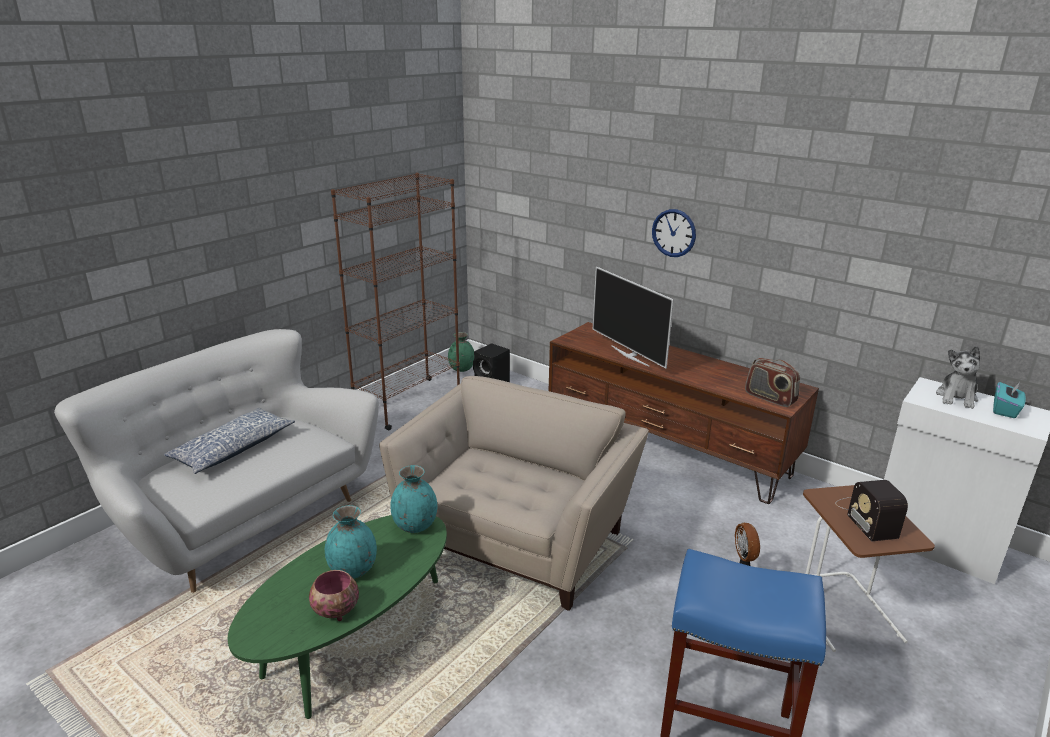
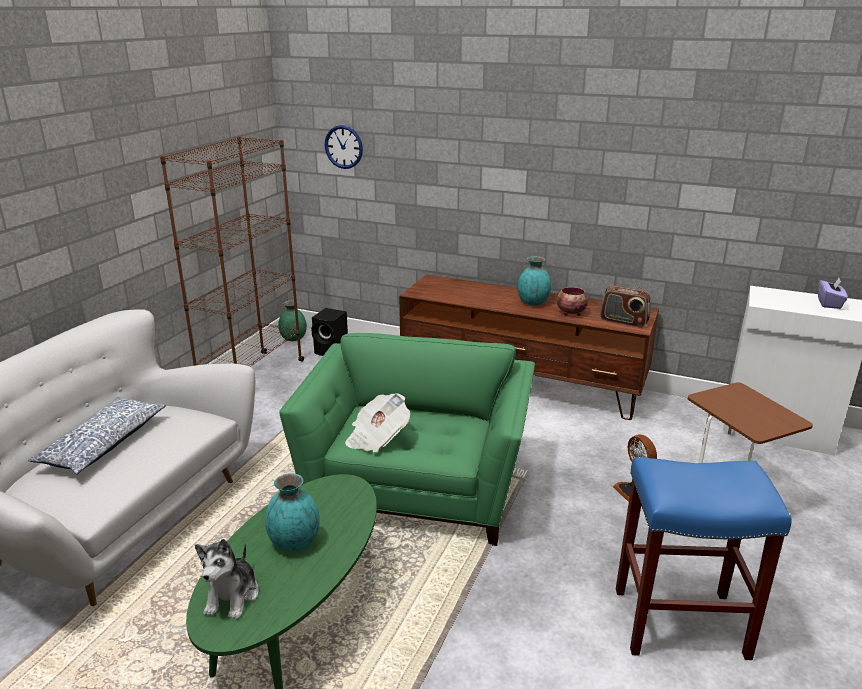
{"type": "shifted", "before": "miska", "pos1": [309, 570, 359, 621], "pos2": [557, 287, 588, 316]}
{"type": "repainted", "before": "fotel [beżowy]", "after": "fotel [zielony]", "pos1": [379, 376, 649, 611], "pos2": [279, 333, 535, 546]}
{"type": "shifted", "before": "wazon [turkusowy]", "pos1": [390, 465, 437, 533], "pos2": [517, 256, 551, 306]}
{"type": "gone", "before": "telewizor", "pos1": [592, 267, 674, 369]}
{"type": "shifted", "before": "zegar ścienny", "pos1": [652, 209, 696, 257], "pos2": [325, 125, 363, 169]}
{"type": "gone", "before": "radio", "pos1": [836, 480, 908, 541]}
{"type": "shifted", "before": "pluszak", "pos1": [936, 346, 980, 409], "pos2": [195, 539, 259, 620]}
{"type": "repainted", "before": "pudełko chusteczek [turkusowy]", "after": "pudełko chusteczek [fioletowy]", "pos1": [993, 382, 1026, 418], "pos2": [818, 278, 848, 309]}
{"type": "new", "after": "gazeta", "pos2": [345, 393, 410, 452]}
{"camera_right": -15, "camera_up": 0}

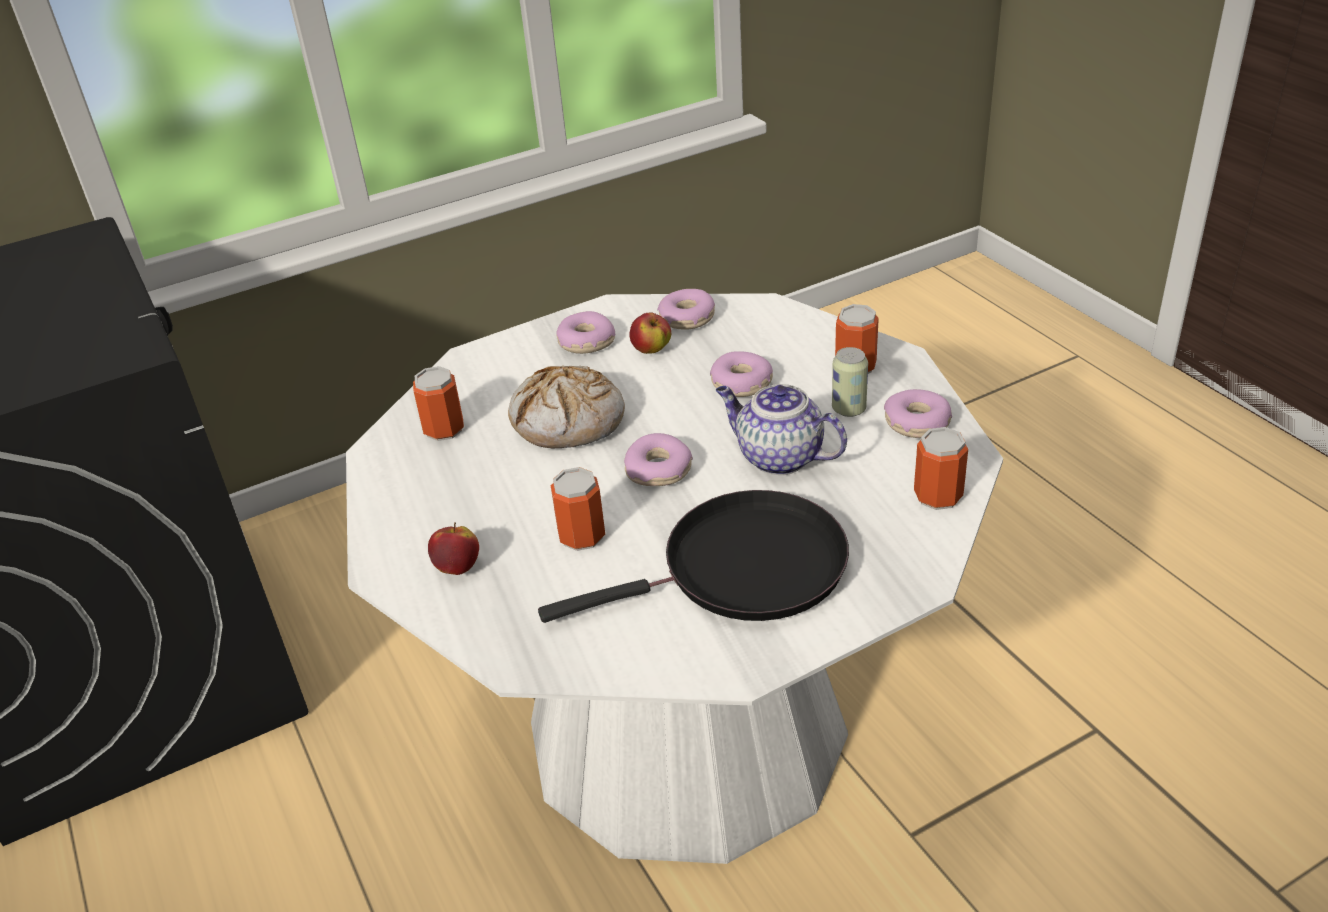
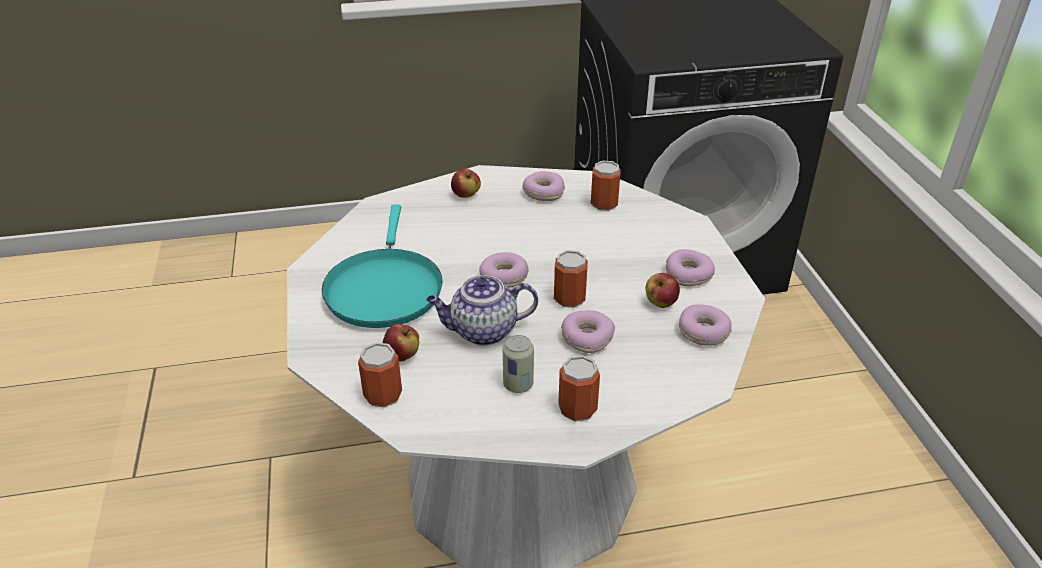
{"type": "gone", "before": "chleb", "pos1": [508, 365, 625, 448]}
{"type": "repainted", "before": "patelnia [czarny]", "after": "patelnia [turkusowy]", "pos1": [538, 490, 849, 623], "pos2": [322, 205, 443, 328]}
{"type": "shifted", "before": "puszka", "pos1": [551, 467, 605, 551], "pos2": [554, 250, 588, 308]}
{"type": "rotated", "before": "imbryk", "pos1": [716, 384, 847, 475], "pos2": [426, 275, 538, 346], "turn": -150}
{"type": "shifted", "before": "donut", "pos1": [884, 389, 952, 438], "pos2": [522, 171, 565, 201]}
{"type": "new", "after": "jabłko", "pos2": [383, 324, 419, 362]}
{"camera_right": 105, "camera_up": 0}

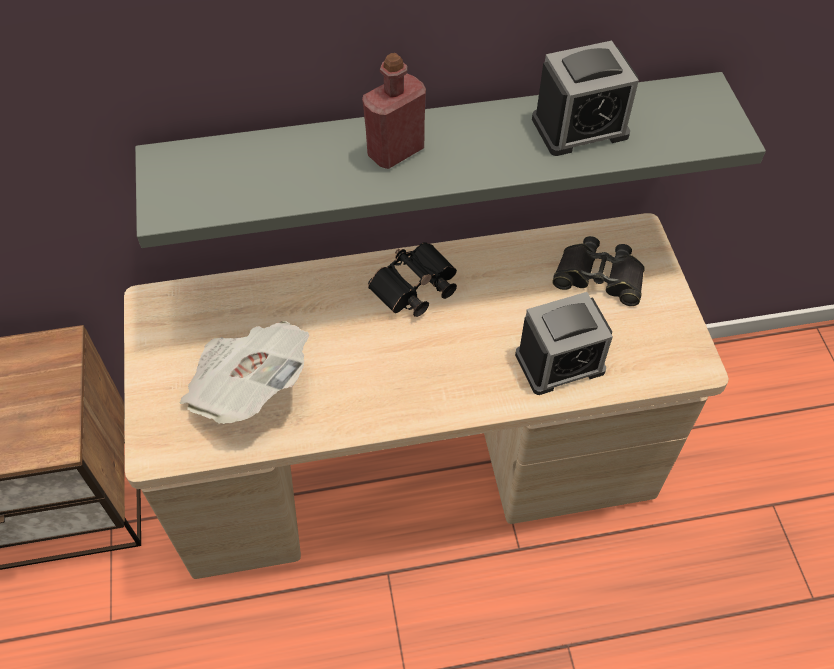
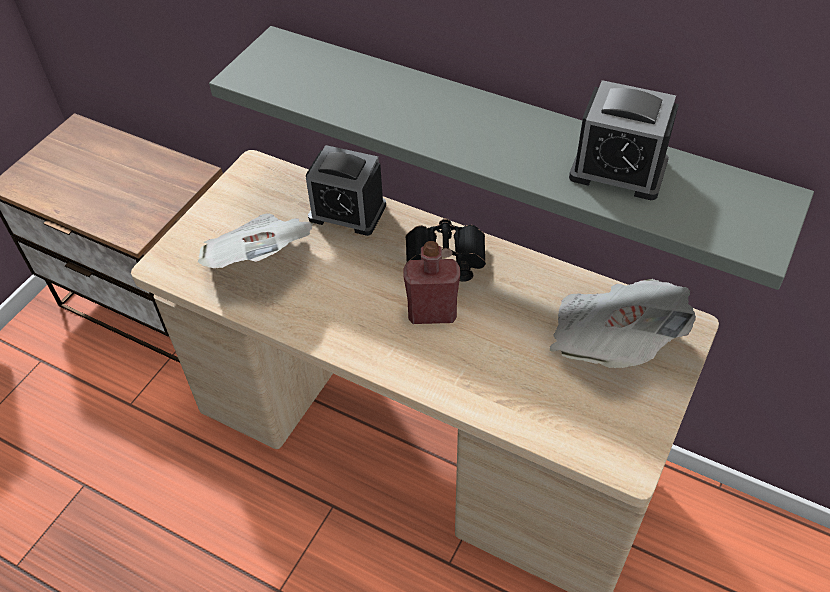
{"type": "shifted", "before": "butelka [czerwony]", "pos1": [362, 53, 426, 169], "pos2": [403, 241, 460, 324]}
{"type": "shifted", "before": "budzik", "pos1": [515, 292, 613, 395], "pos2": [306, 145, 386, 236]}
{"type": "swapped", "before": "lornetka [czarny]", "after": "gazeta", "pos1": [552, 236, 645, 306], "pos2": [549, 279, 696, 368]}
{"camera_right": 40, "camera_up": -5}

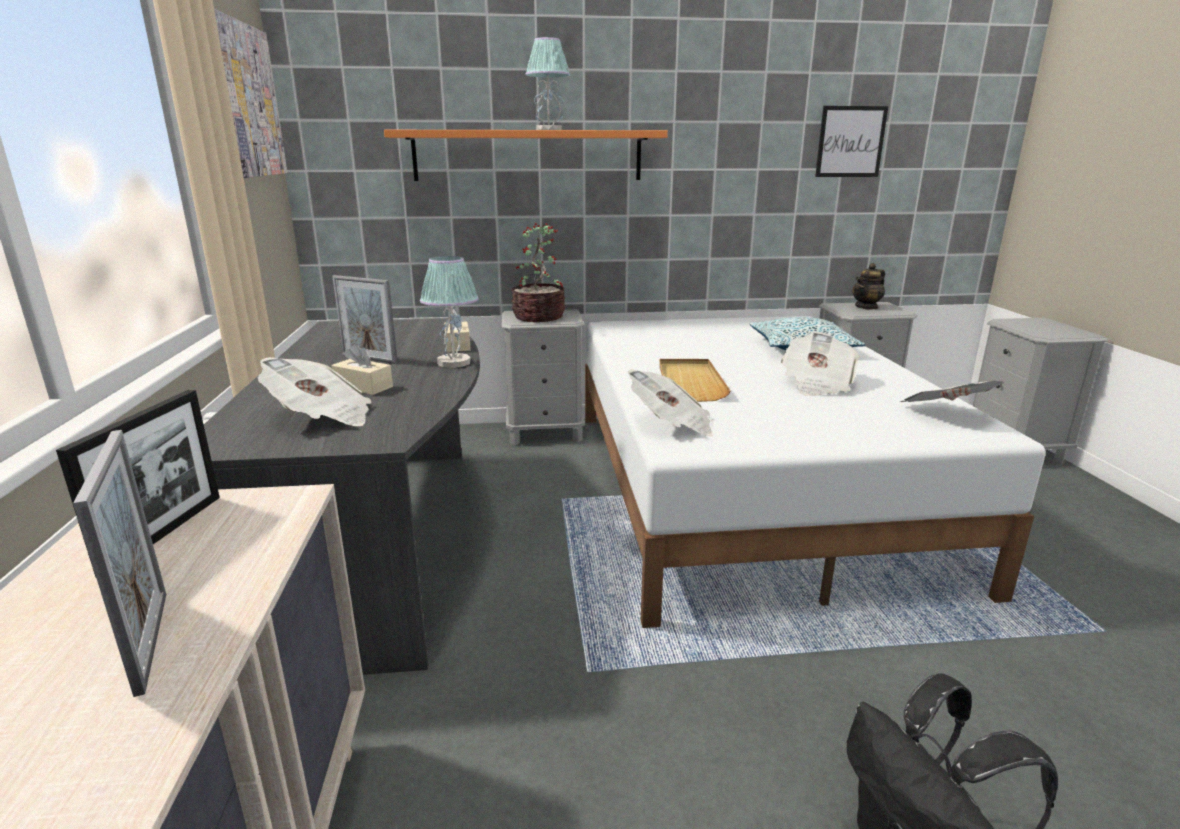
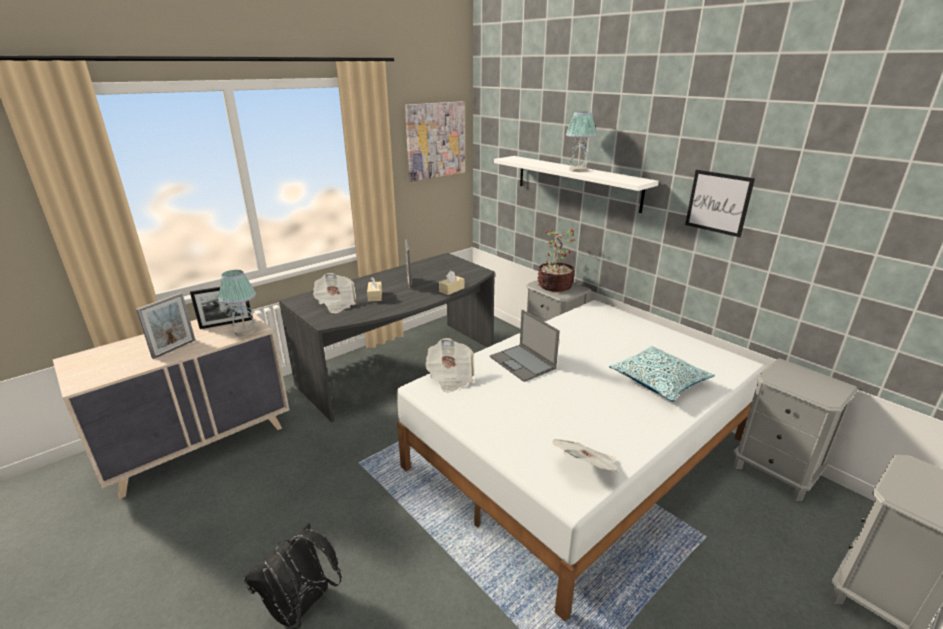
{"type": "repainted", "before": "półka [pomarańczowy]", "after": "półka [biały]", "pos1": [384, 130, 668, 181], "pos2": [494, 156, 659, 213]}
{"type": "shifted", "before": "lampa stołowa", "pos1": [420, 256, 479, 368], "pos2": [218, 270, 256, 336]}
{"type": "swapped", "before": "taca [beżowy]", "after": "laptop", "pos1": [659, 359, 731, 402], "pos2": [490, 310, 560, 382]}
{"type": "gone", "before": "gazeta", "pos1": [781, 332, 859, 396]}
{"type": "shifted", "before": "obraz", "pos1": [815, 106, 888, 177], "pos2": [685, 170, 755, 237]}
{"type": "gone", "before": "imbryk", "pos1": [853, 263, 885, 310]}
{"camera_right": 55, "camera_up": 5}

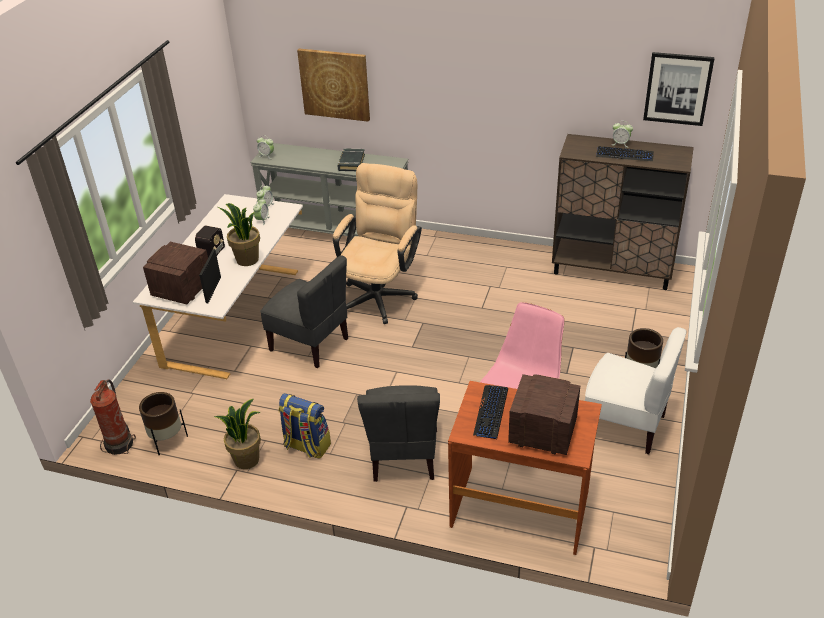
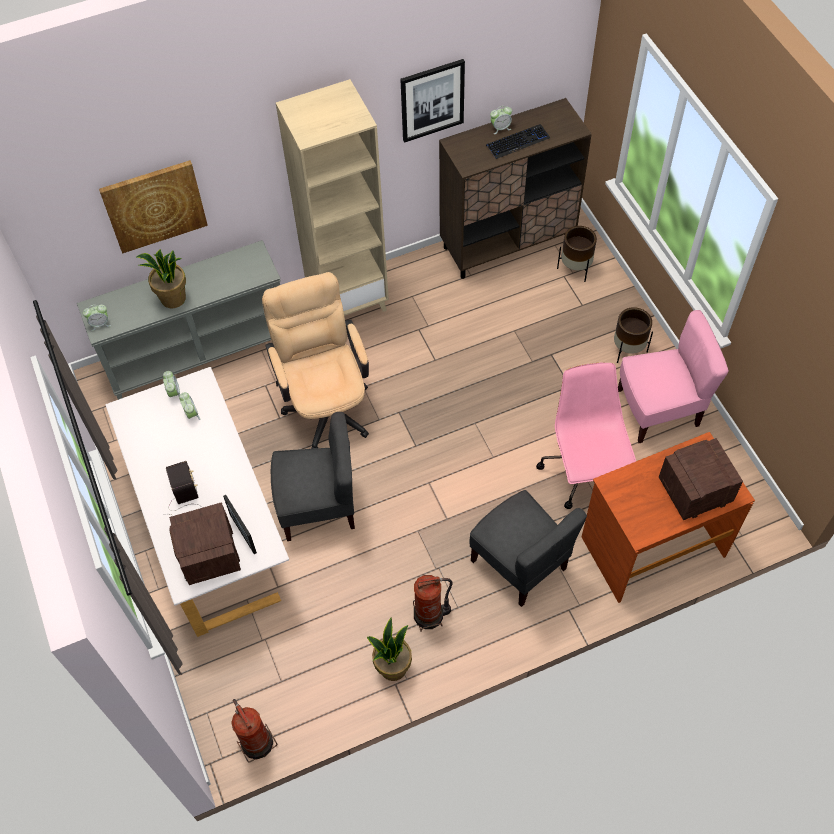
{"type": "shifted", "before": "donica [brązowy]", "pos1": [139, 392, 188, 456], "pos2": [557, 226, 597, 282]}
{"type": "shifted", "before": "roślina doniczkowa", "pos1": [218, 203, 260, 266], "pos2": [137, 249, 186, 308]}
{"type": "swapped", "before": "plecak", "after": "gaśnica", "pos1": [278, 393, 331, 459], "pos2": [413, 575, 452, 632]}
{"type": "gone", "before": "książka [czarny]", "pos1": [338, 148, 365, 171]}
{"type": "gone", "before": "klawiatura", "pos1": [473, 385, 508, 440]}
{"type": "repainted", "before": "krzesło [biały]", "after": "krzesło [różowy]", "pos1": [585, 327, 687, 454], "pos2": [618, 310, 729, 443]}
{"type": "shifted", "before": "obraz", "pos1": [643, 52, 715, 126], "pos2": [400, 59, 465, 143]}
{"type": "new", "after": "regał [beżowy]", "pos2": [276, 79, 389, 316]}
{"camera_right": -40, "camera_up": 20}

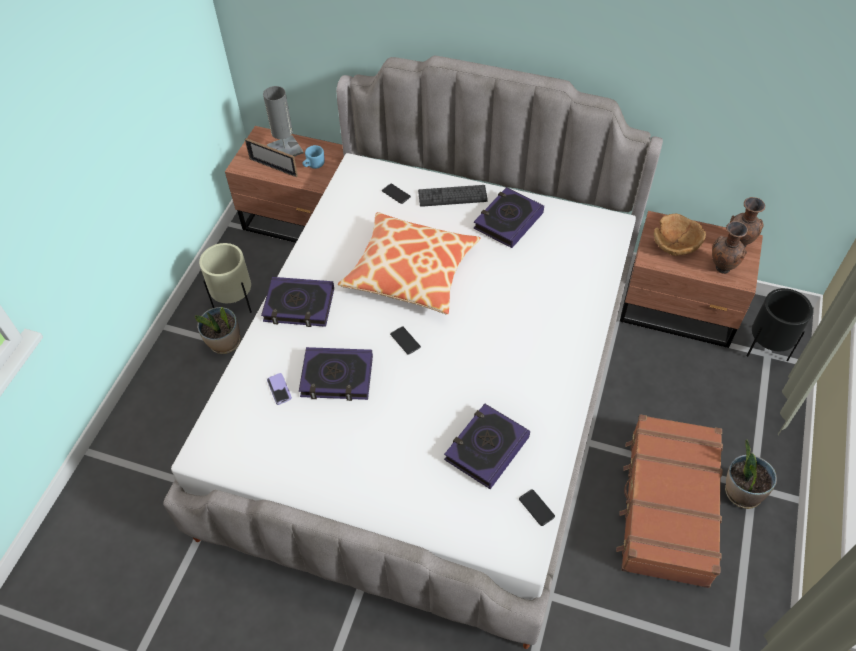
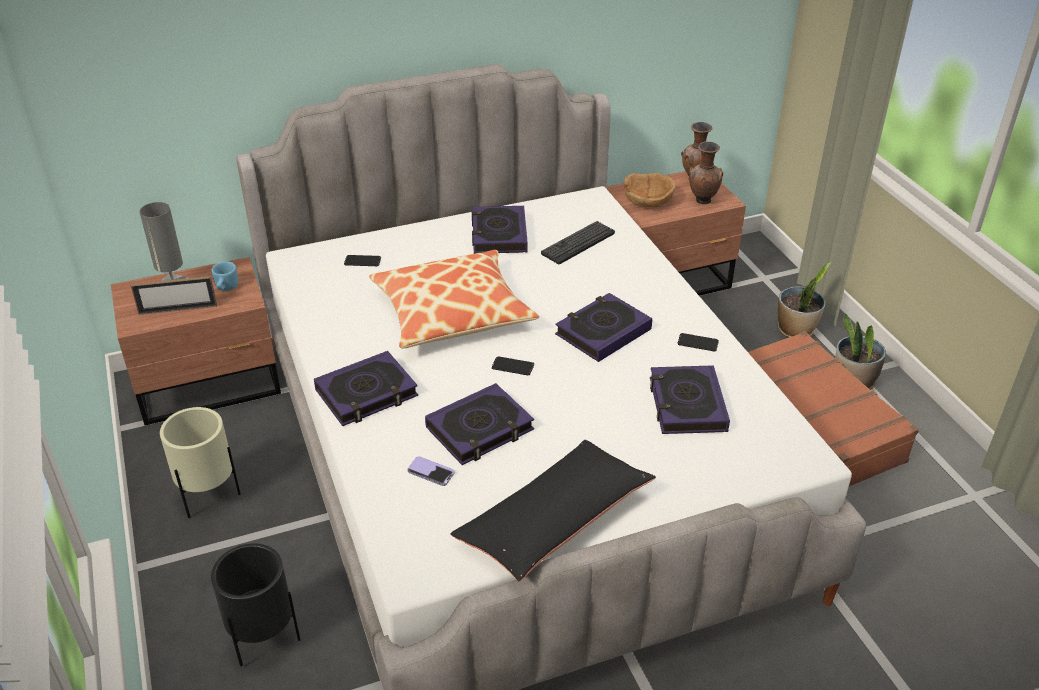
{"type": "shifted", "before": "roślina doniczkowa", "pos1": [195, 307, 241, 354], "pos2": [778, 262, 831, 338]}
{"type": "shifted", "before": "klawiatura", "pos1": [418, 185, 488, 207], "pos2": [541, 221, 615, 264]}
{"type": "shifted", "before": "telefon", "pos1": [519, 489, 555, 526], "pos2": [678, 333, 719, 351]}
{"type": "shifted", "before": "donica [czarny]", "pos1": [746, 288, 813, 361], "pos2": [211, 543, 300, 667]}
{"type": "new", "after": "poduszka [czarny]", "pos2": [450, 440, 656, 582]}
{"type": "new", "after": "książka", "pos2": [555, 293, 652, 362]}
{"camera_right": -40, "camera_up": -15}

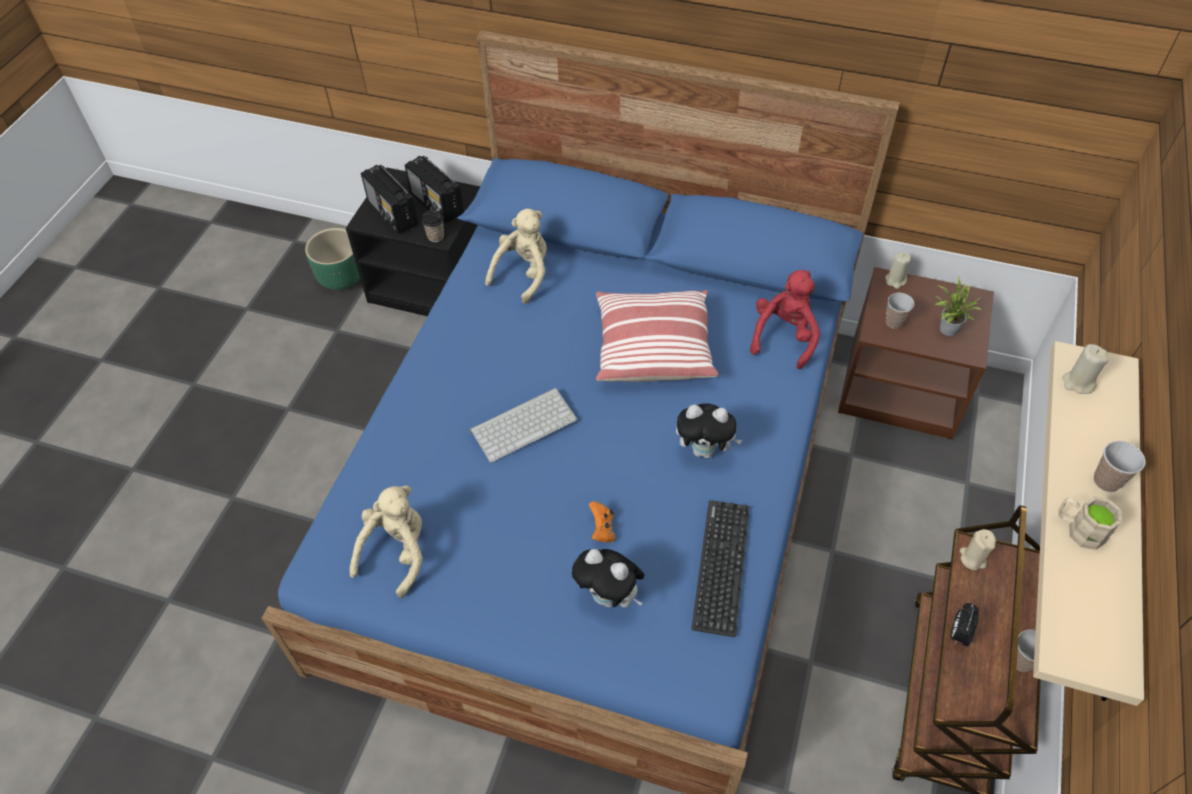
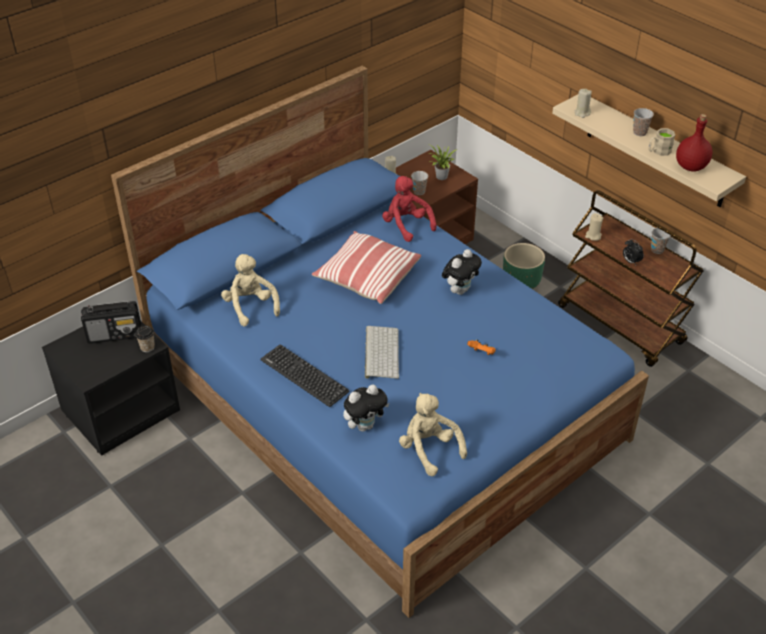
{"type": "shifted", "before": "donica [zielony]", "pos1": [305, 228, 360, 290], "pos2": [503, 243, 545, 289]}
{"type": "gone", "before": "radio", "pos1": [361, 165, 418, 234]}
{"type": "shifted", "before": "pluszak", "pos1": [572, 549, 644, 608], "pos2": [343, 384, 390, 432]}
{"type": "shifted", "before": "klawiatura", "pos1": [691, 500, 750, 637], "pos2": [260, 344, 350, 407]}
{"type": "new", "after": "butelka [czerwony]", "pos2": [676, 114, 713, 172]}
{"camera_right": -60, "camera_up": -10}

